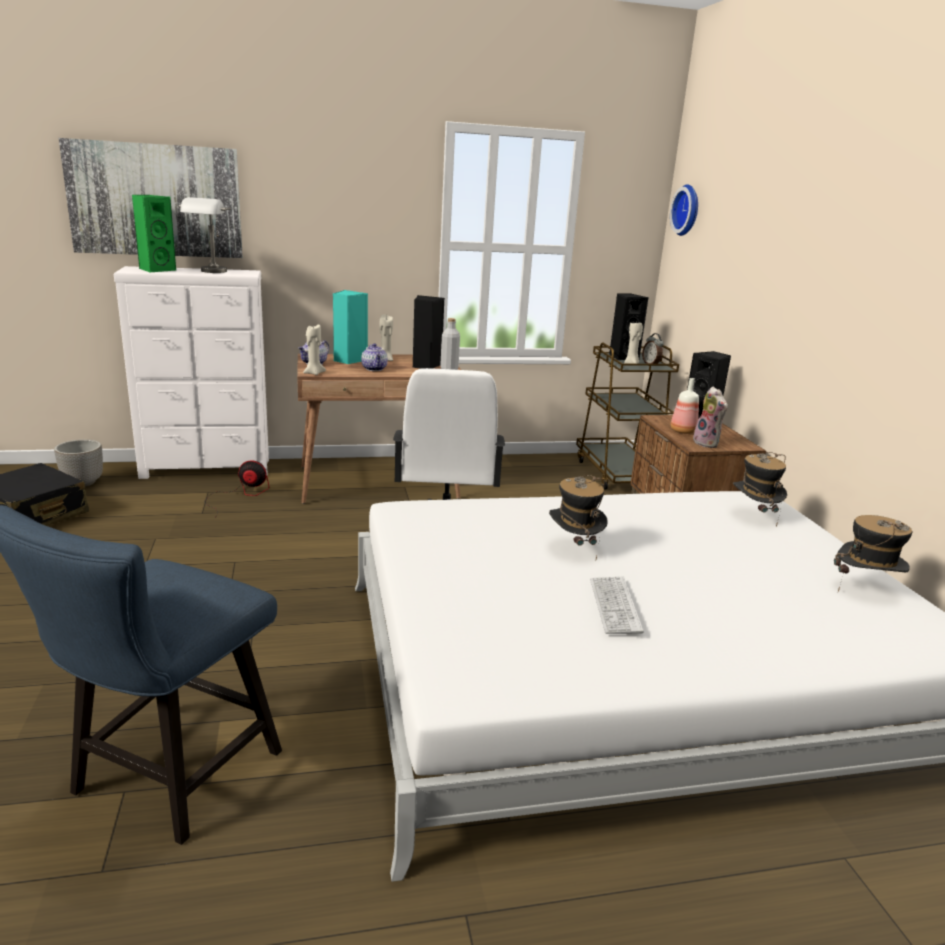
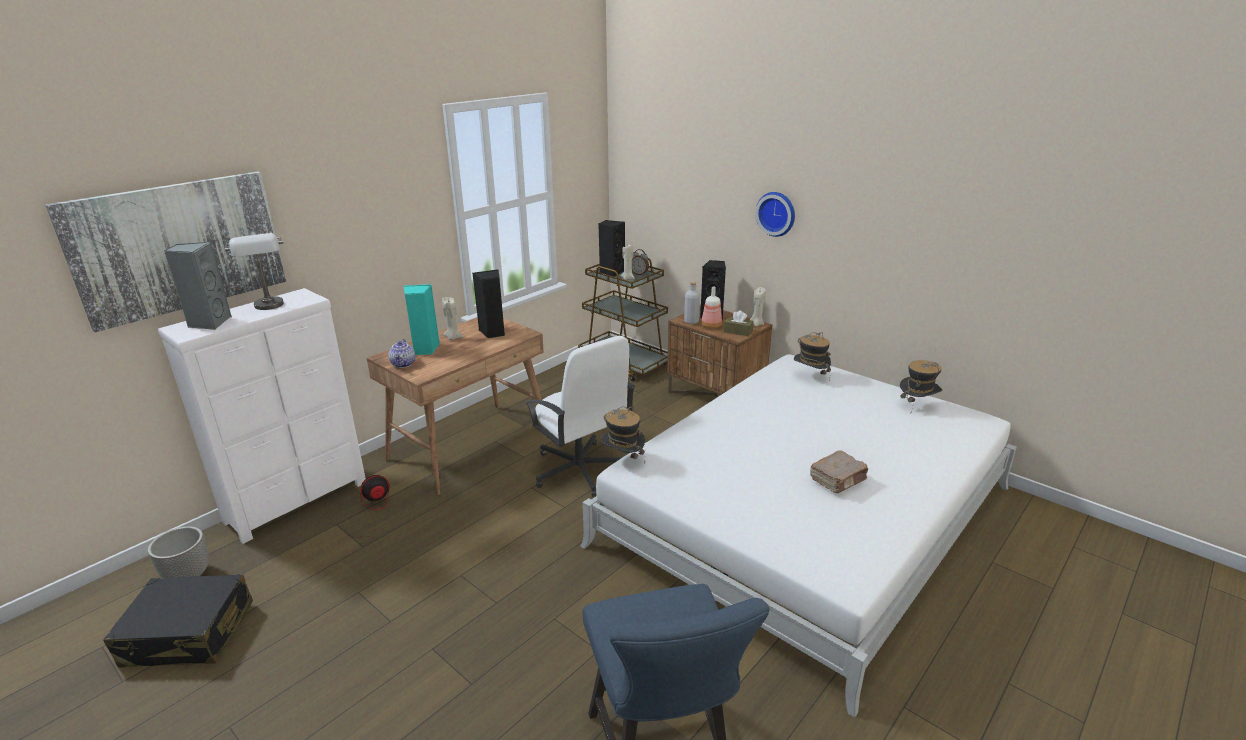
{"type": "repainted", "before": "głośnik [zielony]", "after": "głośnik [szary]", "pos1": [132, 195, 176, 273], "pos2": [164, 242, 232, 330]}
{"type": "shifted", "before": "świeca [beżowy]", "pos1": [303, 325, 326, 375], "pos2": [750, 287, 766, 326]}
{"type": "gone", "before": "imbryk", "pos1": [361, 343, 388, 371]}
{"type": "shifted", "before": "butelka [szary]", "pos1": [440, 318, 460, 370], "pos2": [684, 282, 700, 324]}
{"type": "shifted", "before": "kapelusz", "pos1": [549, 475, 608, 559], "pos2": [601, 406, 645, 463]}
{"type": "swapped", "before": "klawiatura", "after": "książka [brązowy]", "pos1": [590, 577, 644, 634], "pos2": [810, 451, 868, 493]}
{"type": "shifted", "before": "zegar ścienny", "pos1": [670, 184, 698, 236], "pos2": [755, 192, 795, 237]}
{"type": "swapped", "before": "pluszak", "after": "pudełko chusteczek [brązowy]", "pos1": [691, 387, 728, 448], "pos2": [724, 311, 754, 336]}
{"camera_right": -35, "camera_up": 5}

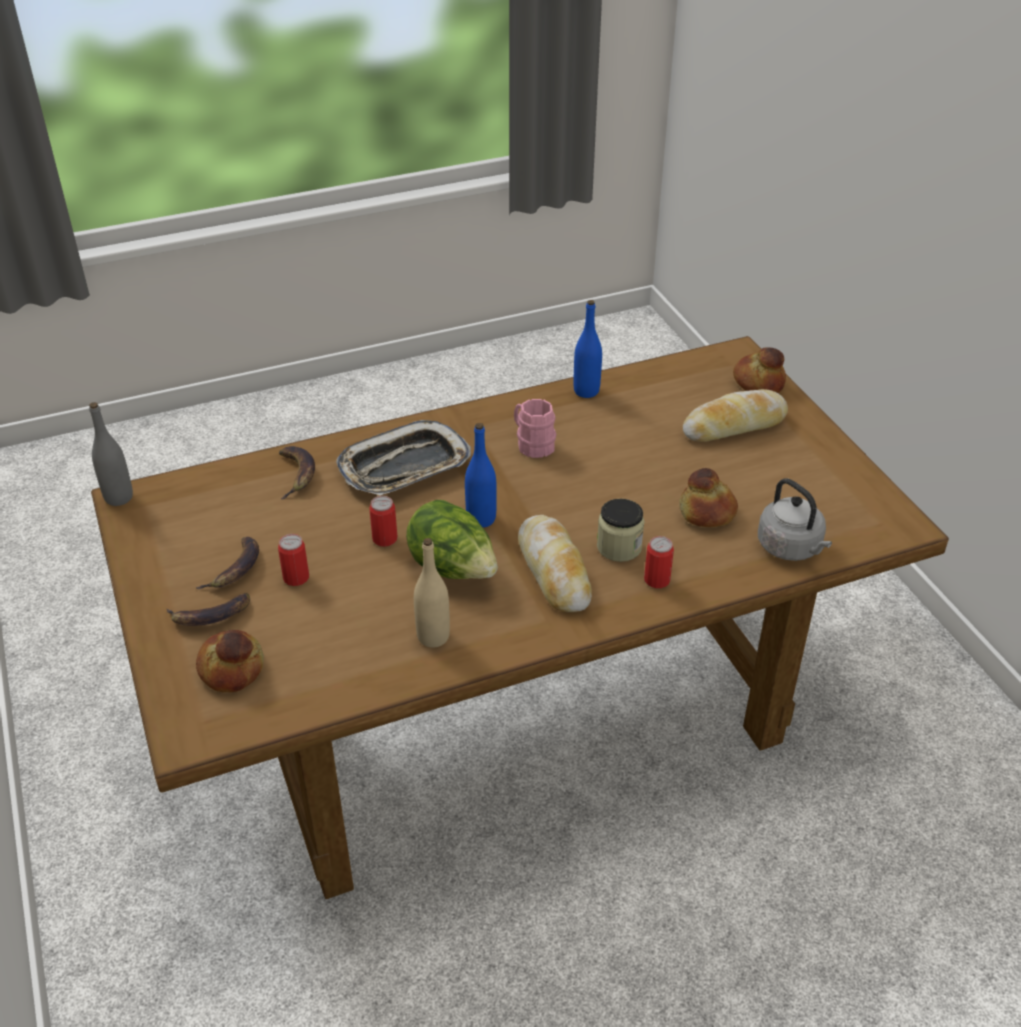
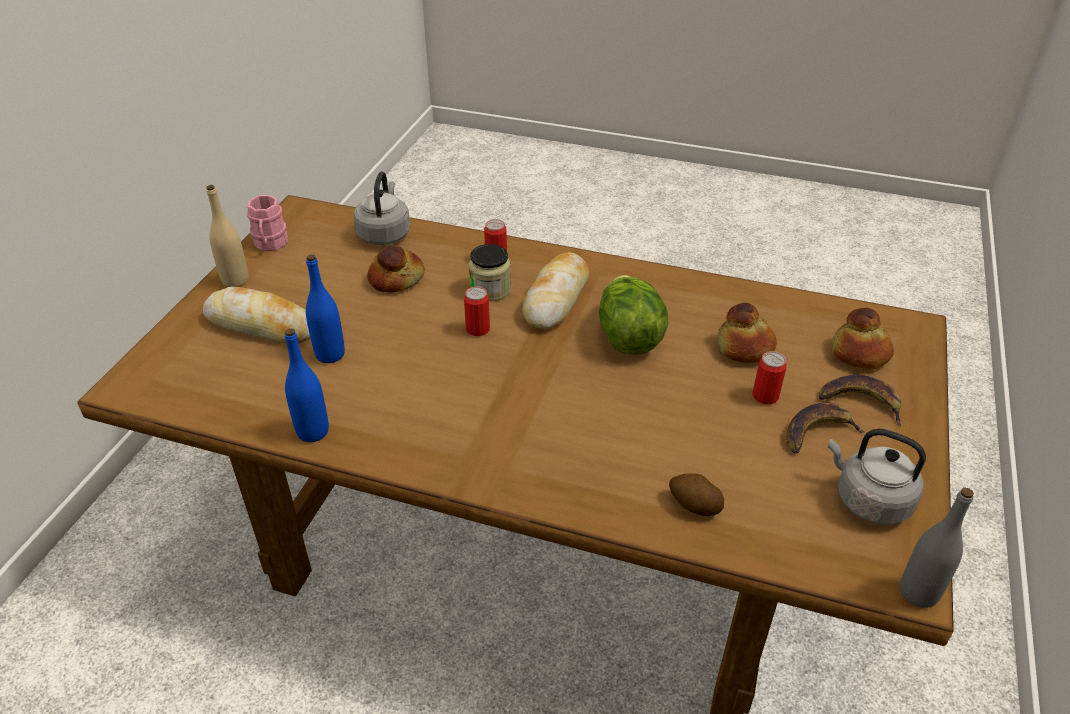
{"type": "swapped", "before": "banan", "after": "ziemniak", "pos1": [279, 446, 315, 499], "pos2": [669, 473, 724, 516]}
{"type": "gone", "before": "taca", "pos1": [336, 420, 471, 495]}
{"type": "shifted", "before": "puszka", "pos1": [369, 496, 398, 547], "pos2": [464, 286, 490, 336]}
{"type": "shifted", "before": "butelka [beżowy]", "pos1": [414, 538, 450, 648], "pos2": [206, 185, 249, 287]}
{"type": "shifted", "before": "butelka [niebieski]", "pos1": [465, 423, 497, 528], "pos2": [306, 255, 345, 363]}
{"type": "shifted", "before": "kubek [różowy]", "pos1": [514, 399, 556, 458], "pos2": [247, 195, 288, 251]}
{"type": "shifted", "before": "chleb", "pos1": [733, 347, 786, 393], "pos2": [717, 303, 777, 363]}
{"type": "new", "after": "czajnik [szary]", "pos2": [828, 429, 926, 525]}
{"camera_right": -140, "camera_up": 0}

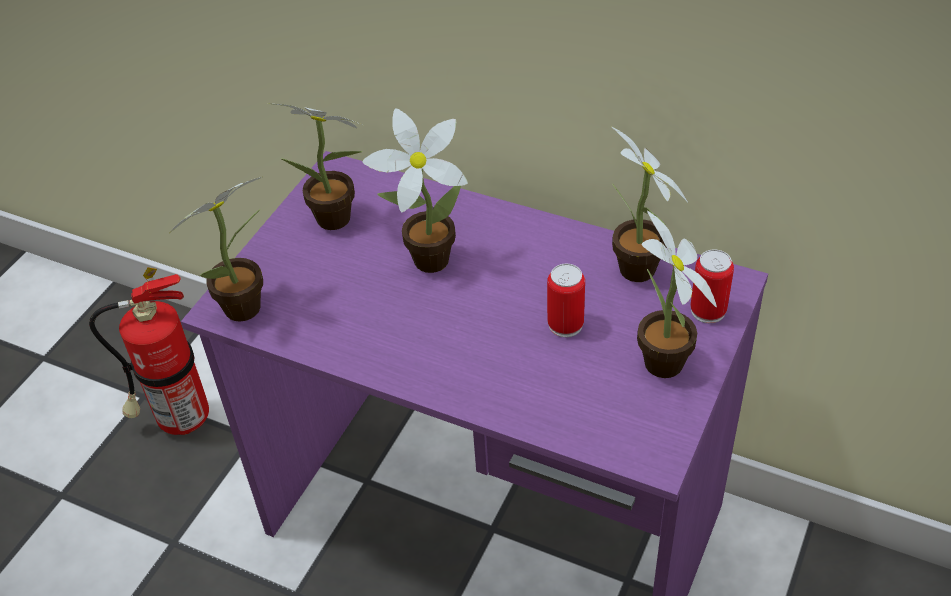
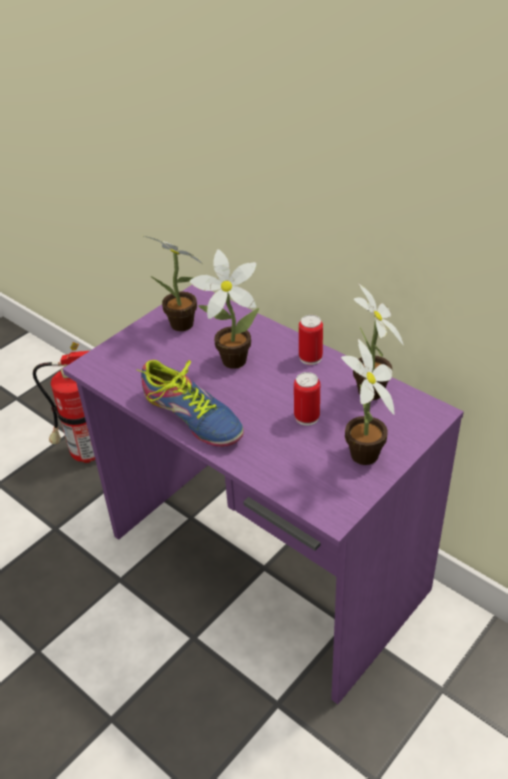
{"type": "gone", "before": "roślina doniczkowa", "pos1": [169, 177, 263, 322]}
{"type": "shifted", "before": "puszka", "pos1": [690, 249, 734, 323], "pos2": [299, 315, 323, 365]}
{"type": "new", "after": "but", "pos2": [136, 360, 244, 447]}
{"camera_right": 15, "camera_up": -5}

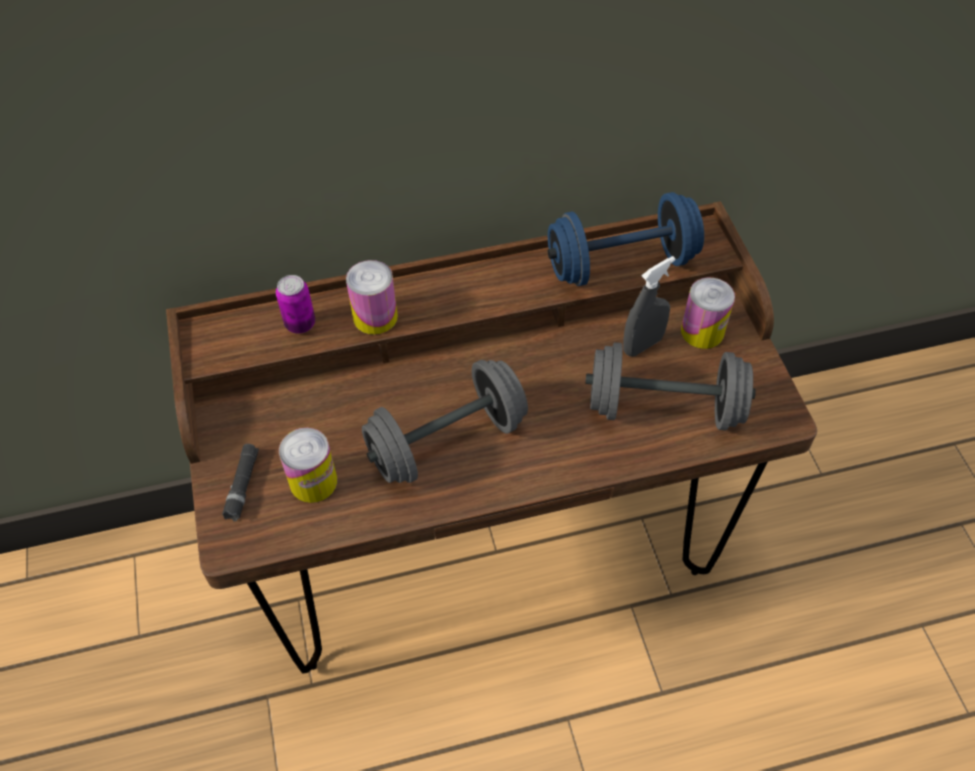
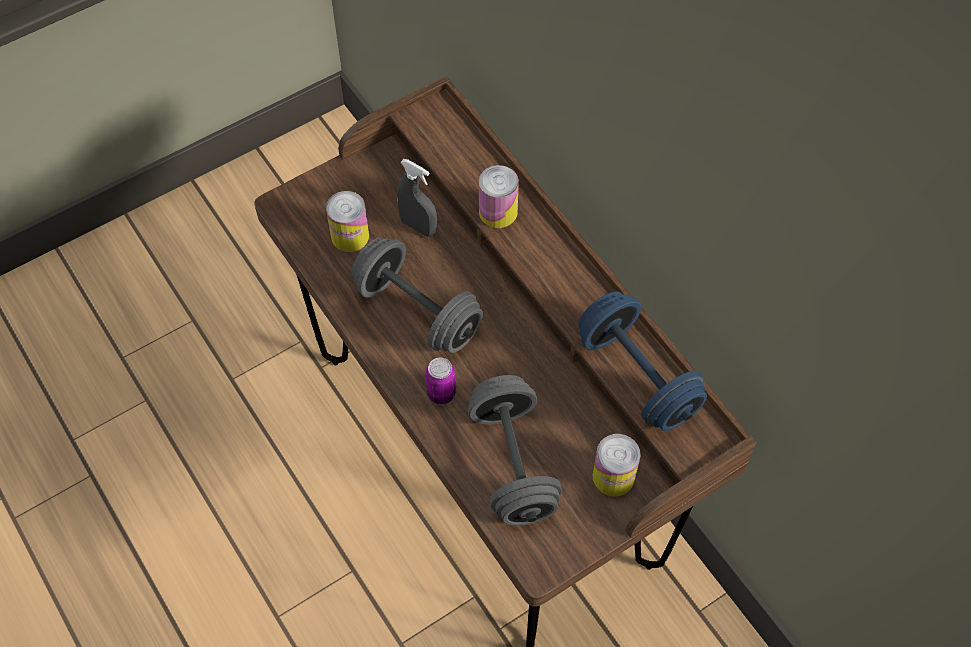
{"type": "gone", "before": "latarka [czarny]", "pos1": [222, 444, 259, 521]}
{"type": "shifted", "before": "puszka", "pos1": [276, 275, 315, 334], "pos2": [425, 358, 456, 404]}
{"type": "shifted", "before": "spryskiwacz [szary]", "pos1": [623, 256, 675, 357], "pos2": [397, 159, 437, 237]}
{"camera_right": 70, "camera_up": 5}

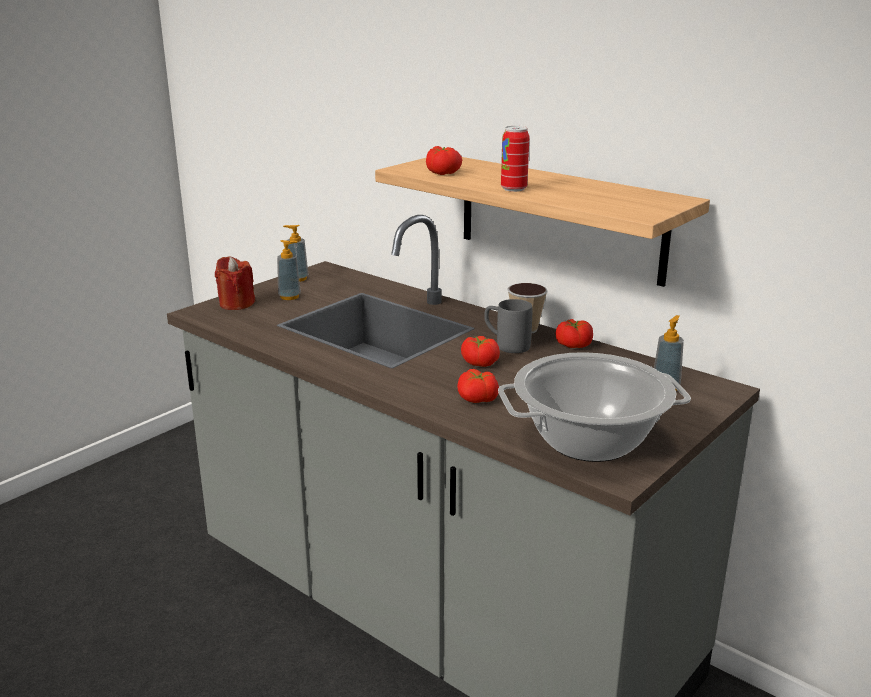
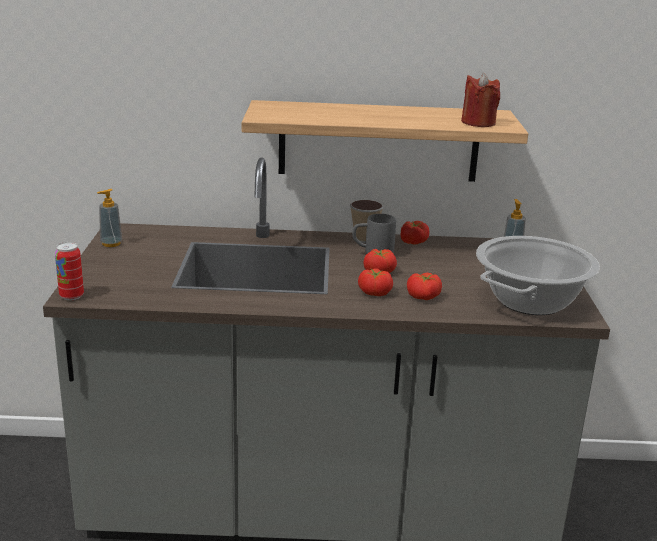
{"type": "shifted", "before": "świeca [czerwony]", "pos1": [215, 256, 255, 310], "pos2": [461, 73, 500, 127]}
{"type": "gone", "before": "dozownik mydła", "pos1": [277, 240, 301, 300]}
{"type": "shifted", "before": "pomidor", "pos1": [426, 146, 462, 175], "pos2": [358, 269, 393, 296]}
{"type": "shifted", "before": "puszka", "pos1": [501, 126, 529, 192], "pos2": [55, 242, 84, 300]}
{"camera_right": -40, "camera_up": 0}

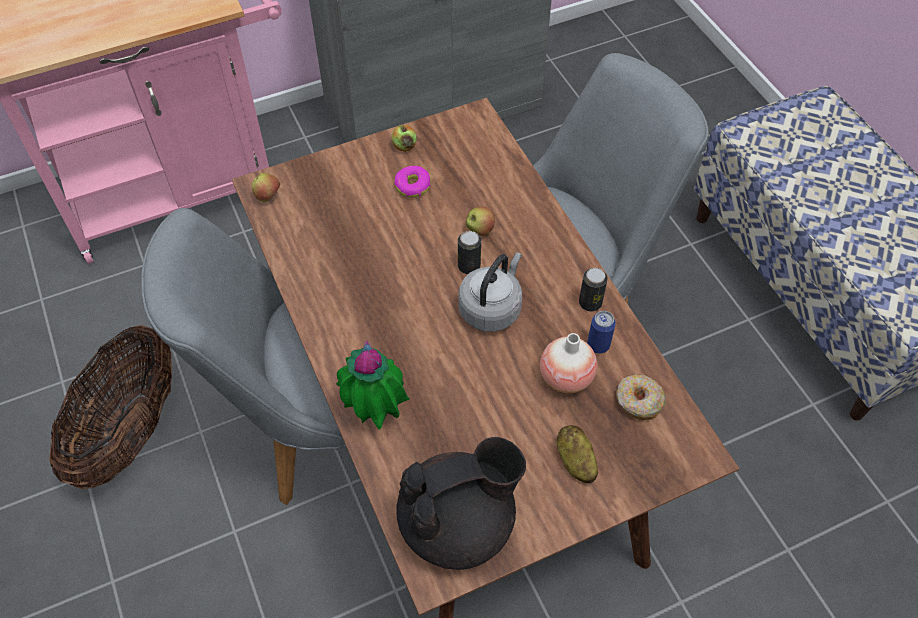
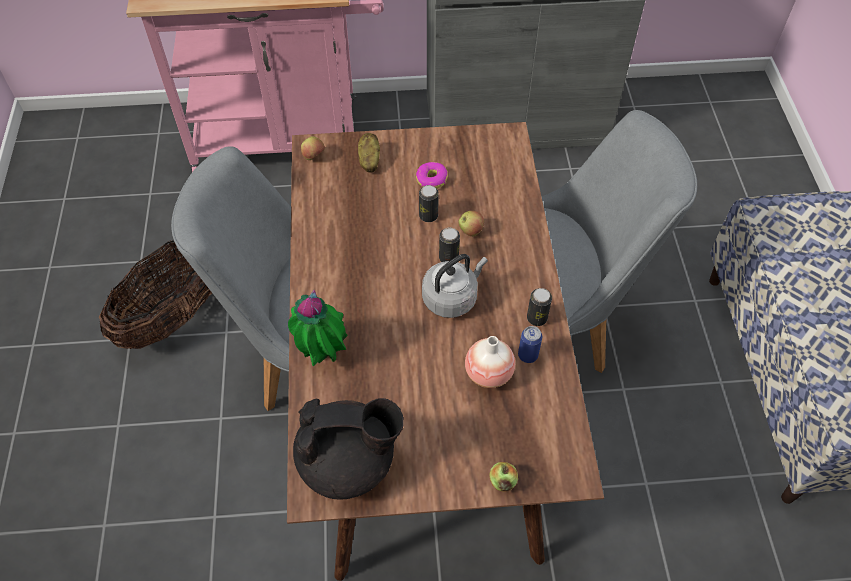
{"type": "shifted", "before": "jabłko", "pos1": [391, 125, 417, 152], "pos2": [490, 462, 518, 492]}
{"type": "shifted", "before": "ziemniak", "pos1": [557, 425, 598, 483], "pos2": [358, 133, 380, 173]}
{"type": "gone", "before": "donut", "pos1": [616, 374, 667, 421]}
{"type": "new", "after": "puszka", "pos2": [419, 185, 439, 222]}
{"camera_right": 20, "camera_up": 0}

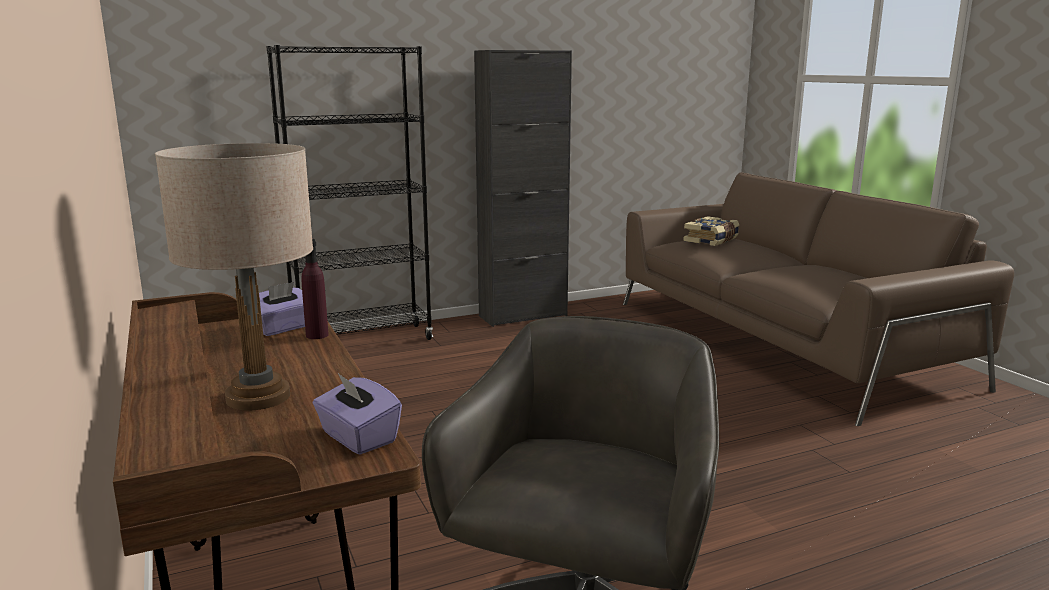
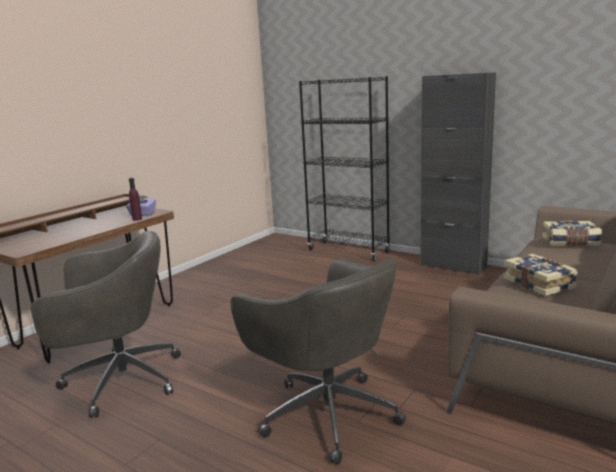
{"type": "gone", "before": "lampa stołowa [beżowy]", "pos1": [155, 143, 313, 411]}
{"type": "gone", "before": "pudełko chusteczek [fioletowy]", "pos1": [313, 372, 402, 455]}
{"type": "new", "after": "krzesło biurowe [szary]", "pos2": [231, 258, 406, 465]}
{"type": "new", "after": "książka", "pos2": [503, 254, 578, 296]}
{"camera_right": 60, "camera_up": 0}

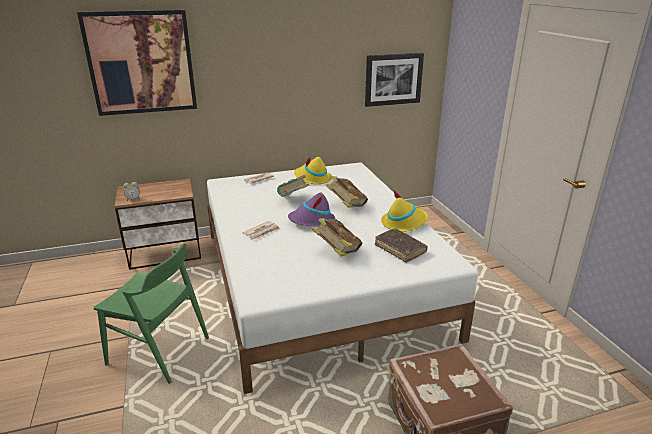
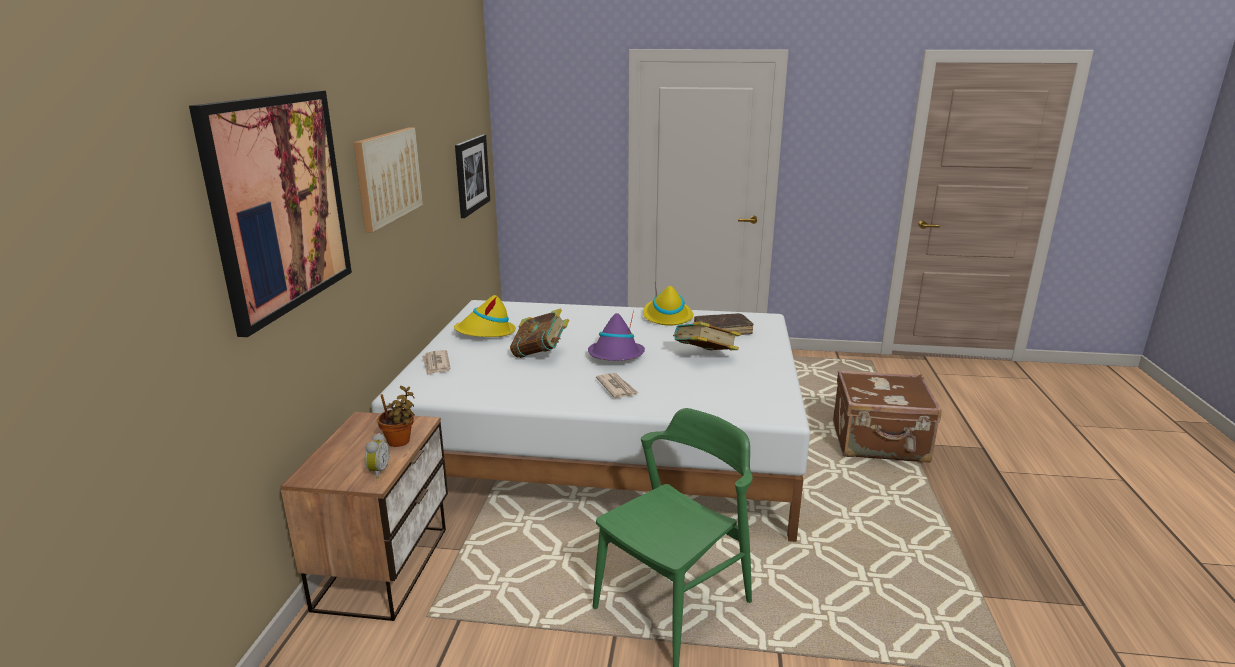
{"type": "gone", "before": "książka", "pos1": [326, 176, 368, 208]}
{"type": "new", "after": "obraz", "pos2": [354, 128, 423, 232]}
{"type": "new", "after": "roślina doniczkowa", "pos2": [377, 386, 415, 447]}
{"camera_right": -65, "camera_up": -5}

